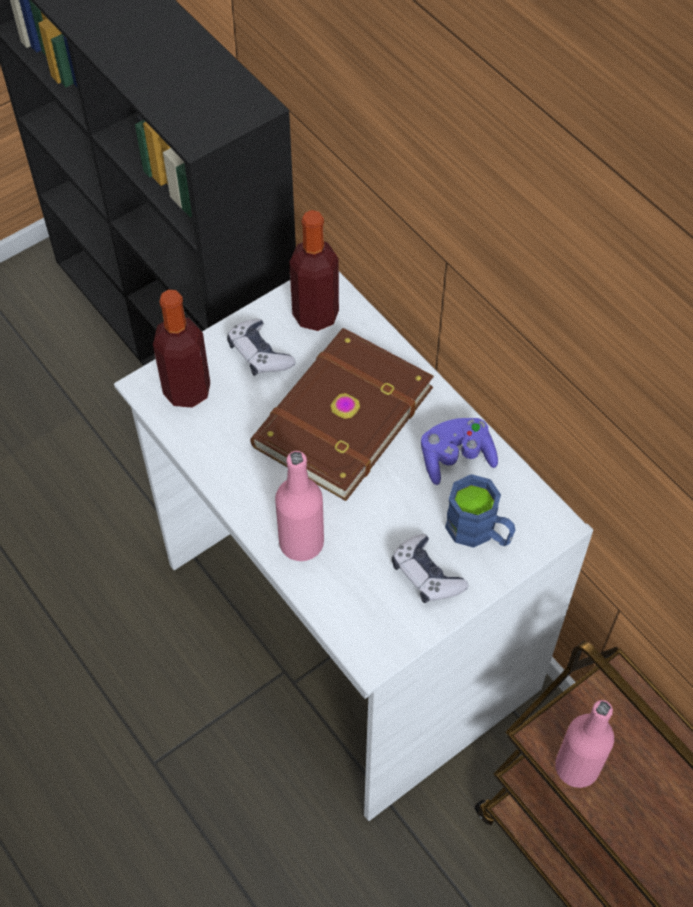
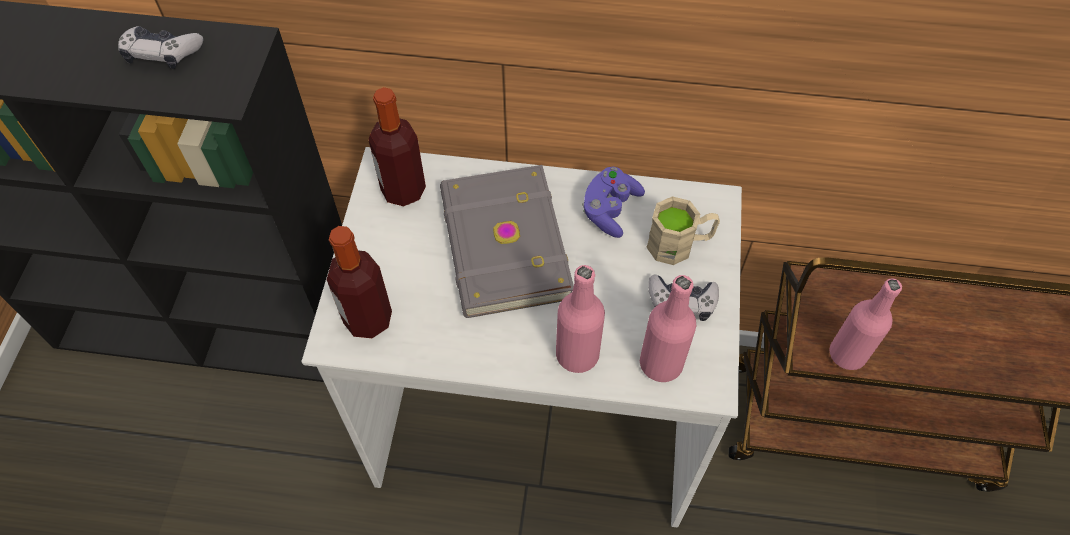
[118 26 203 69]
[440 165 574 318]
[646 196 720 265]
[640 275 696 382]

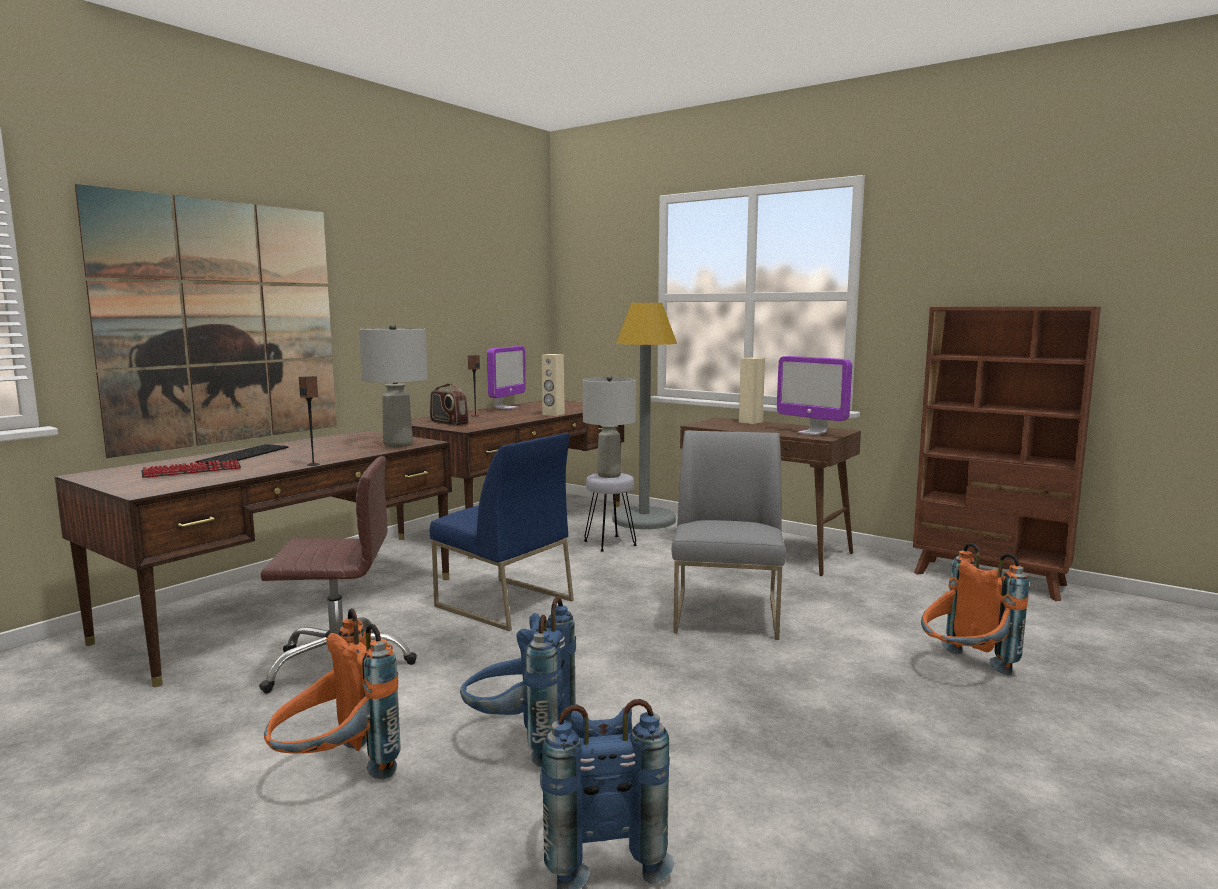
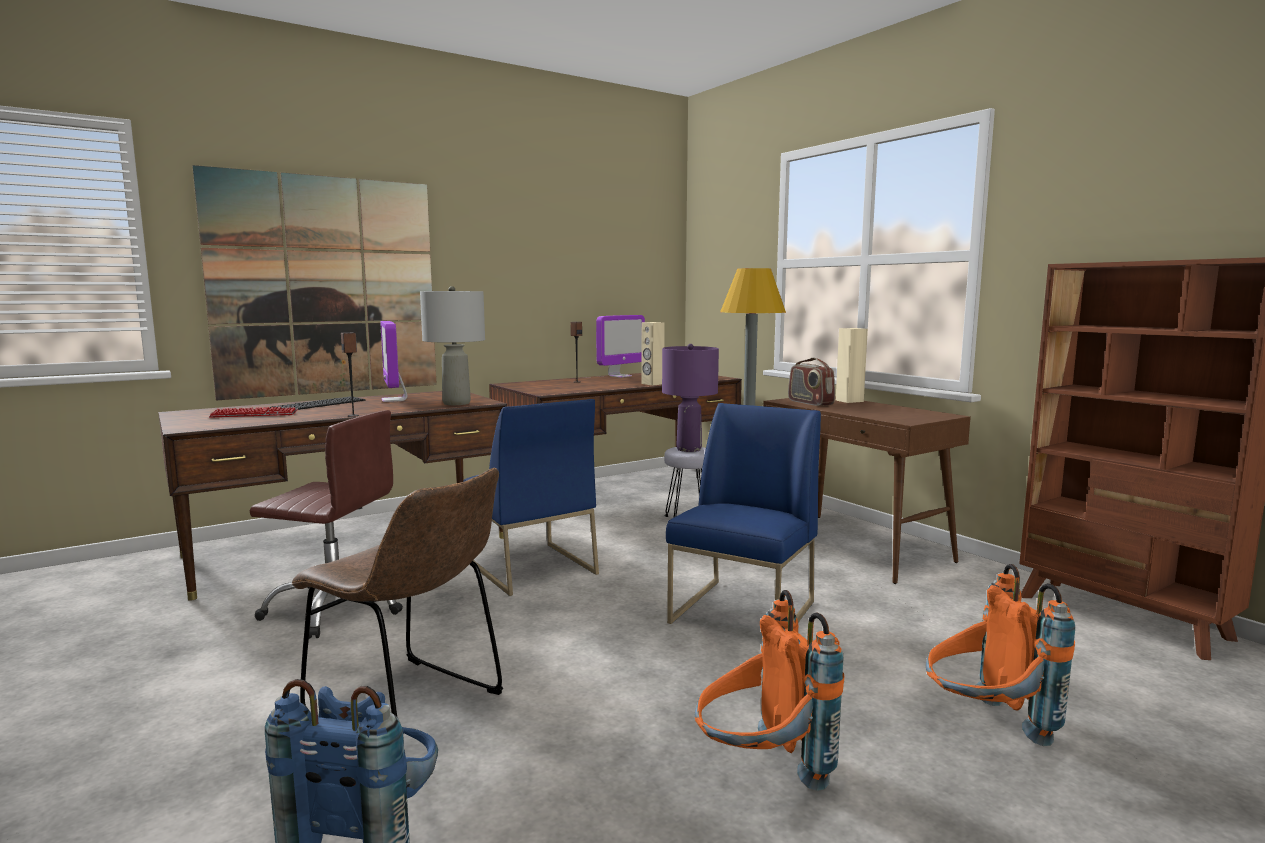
[380 321 407 402]
[662 344 719 452]
[788 358 835 406]
[666 403 821 624]
[292 468 503 716]
[695 590 844 791]

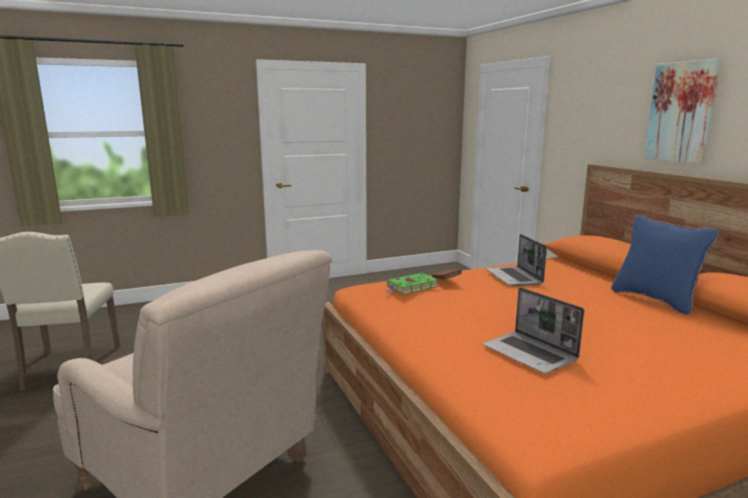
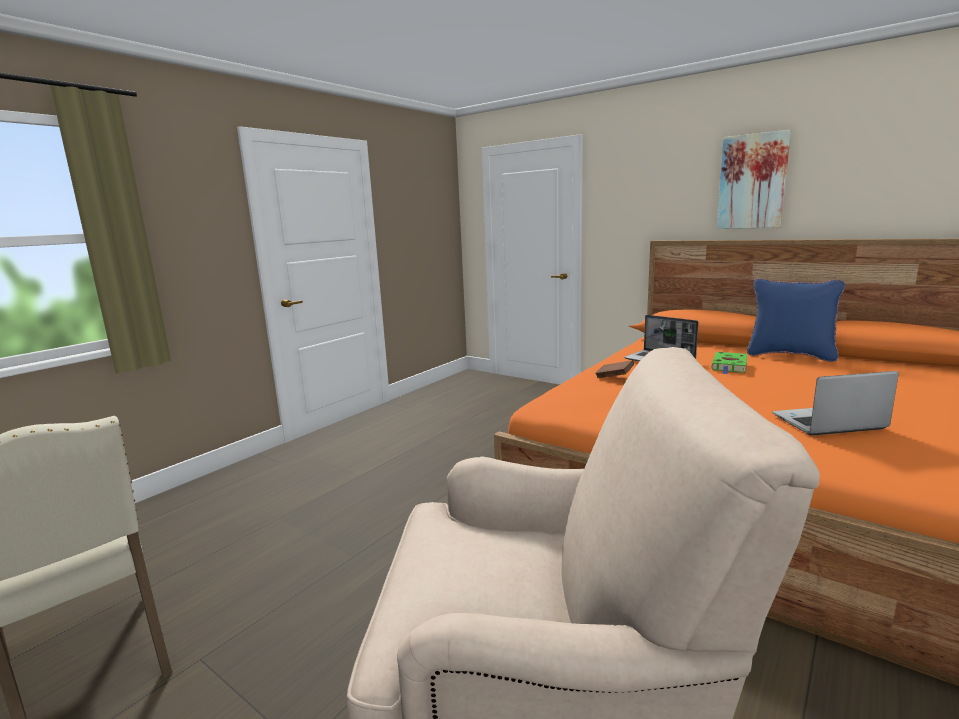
[711 352 747 374]
[773 371 899 435]

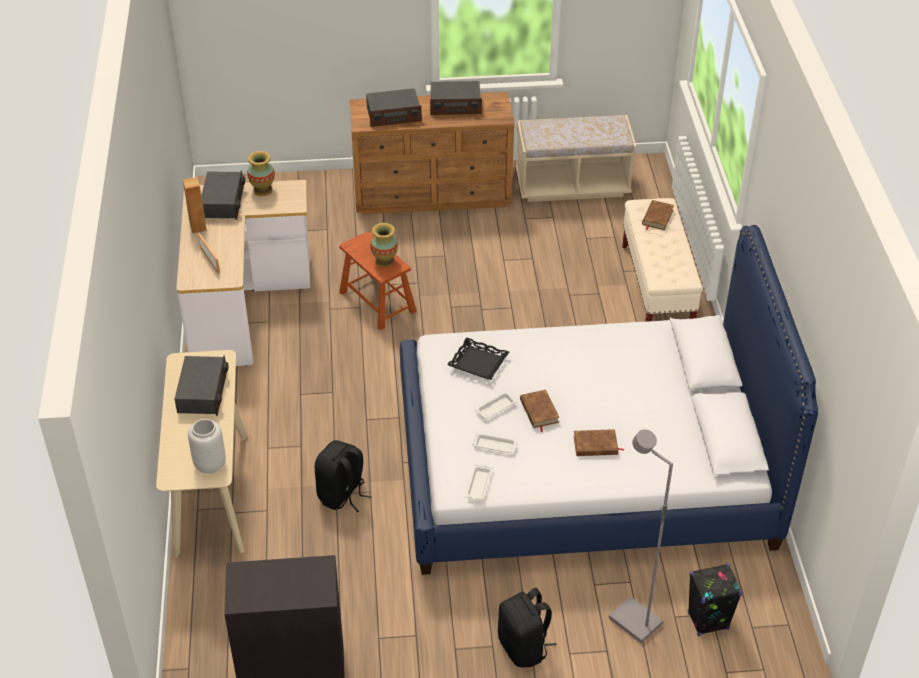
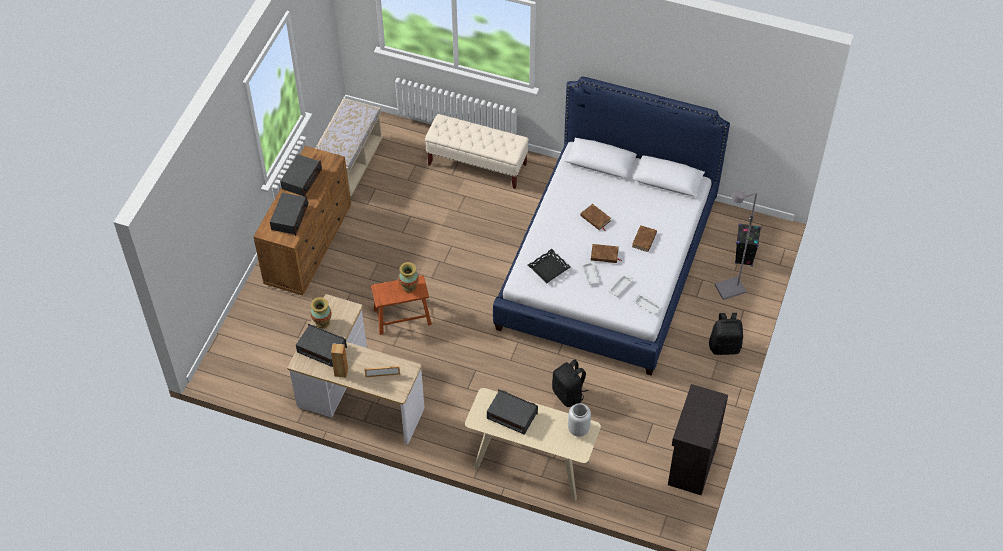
[580 204 611 231]

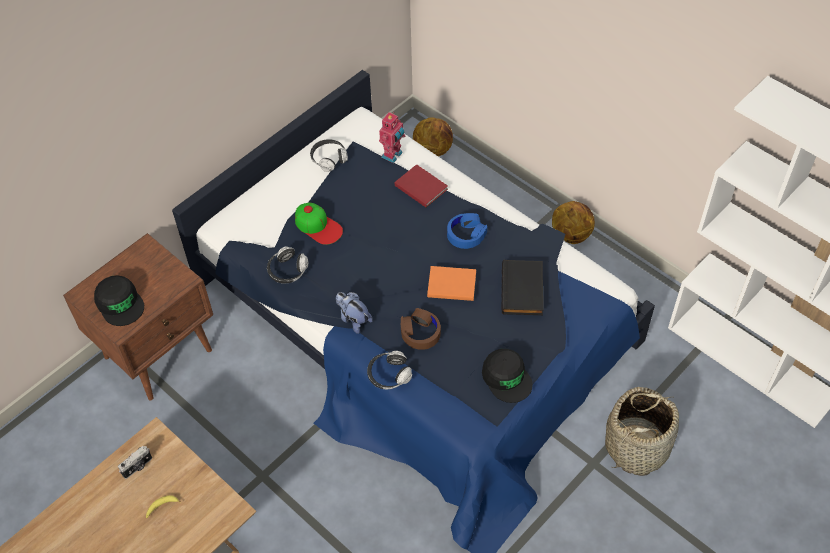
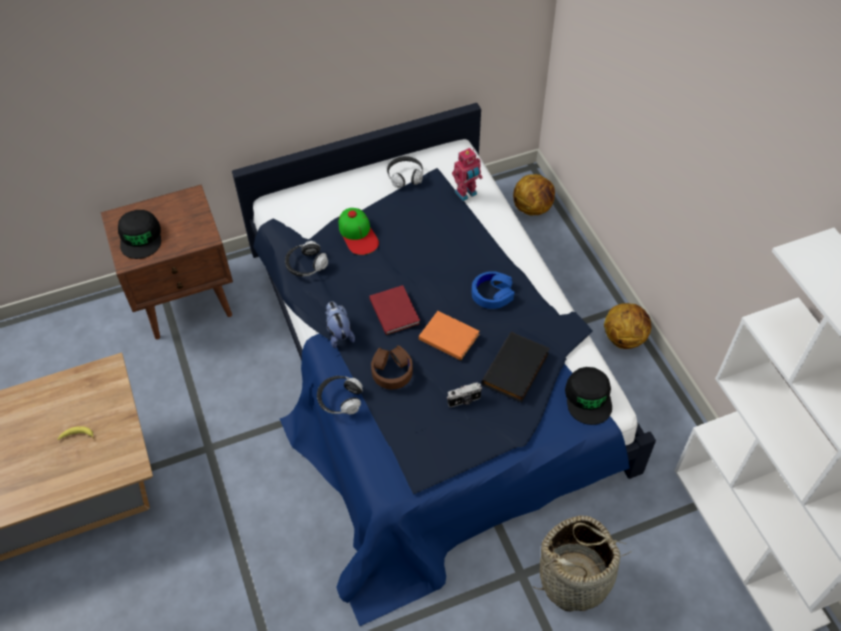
[369 285 420 335]
[565 367 612 425]
[447 382 482 407]

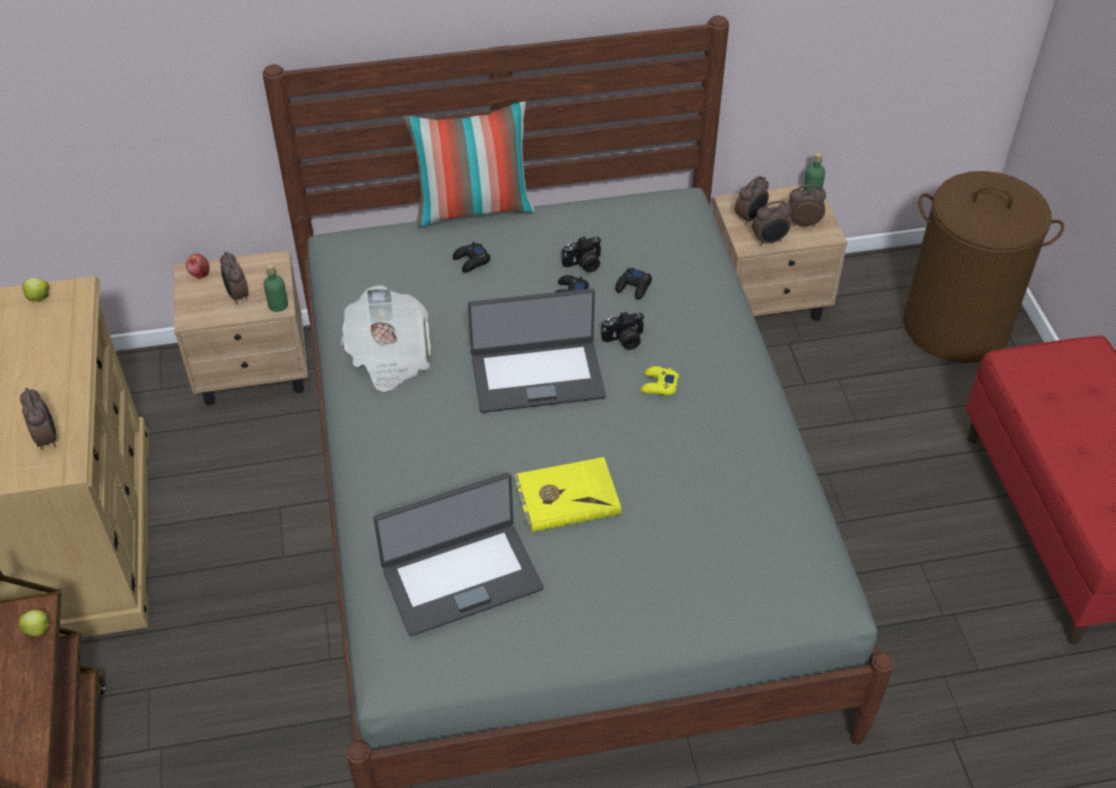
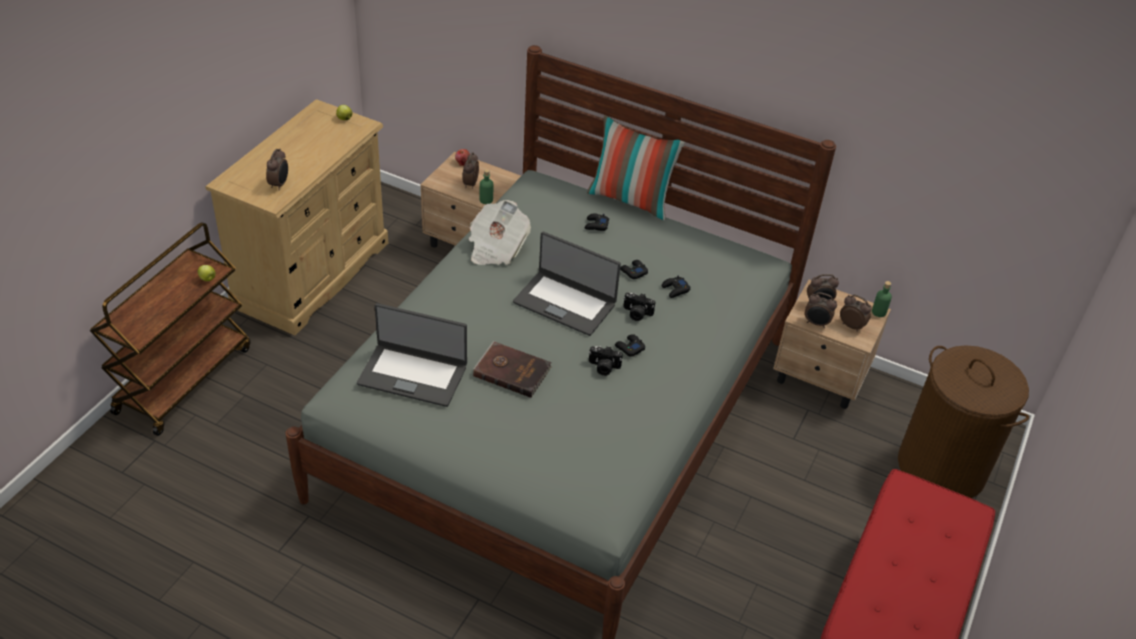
[589 346 623 376]
[615 334 645 357]
[473 341 552 398]

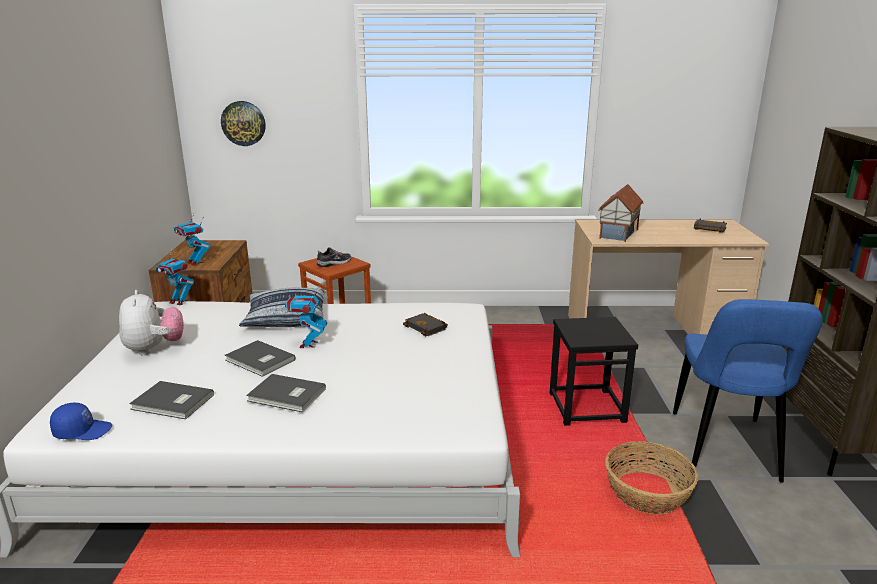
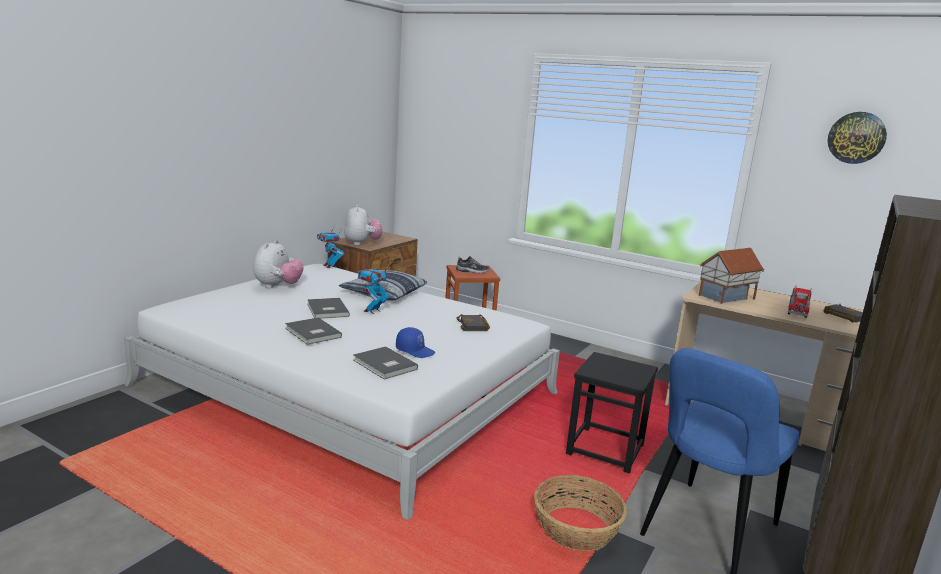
[828 112 887 164]
[344 204 382 245]
[353 346 418 380]
[396 327 436 358]
[788 285 812 318]

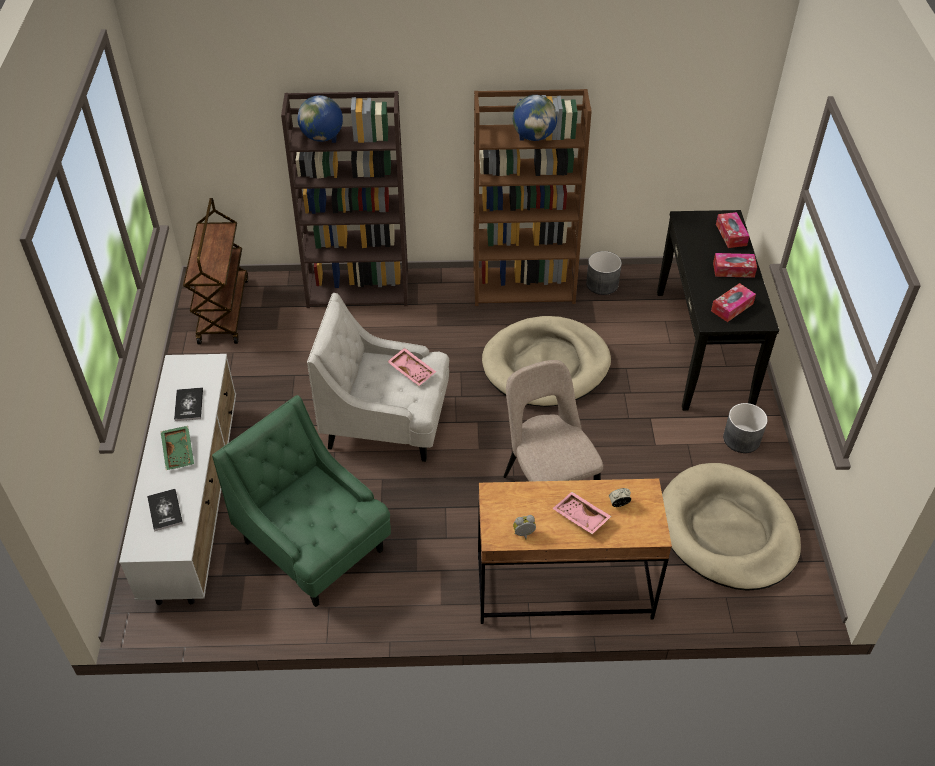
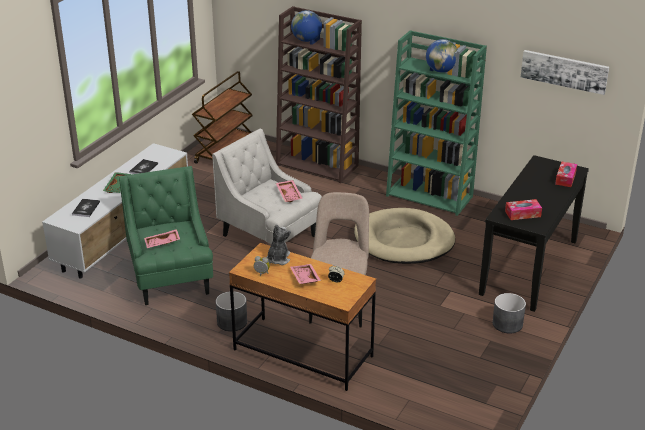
[386 30 487 216]
[216 291 247 332]
[713 253 757 278] (first image)
[662 463 801 591] (first image)
[521 50 609 95]
[266 224 291 265]
[144 229 180 248]

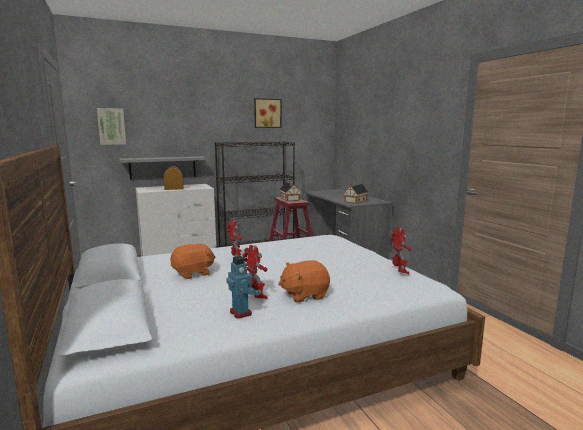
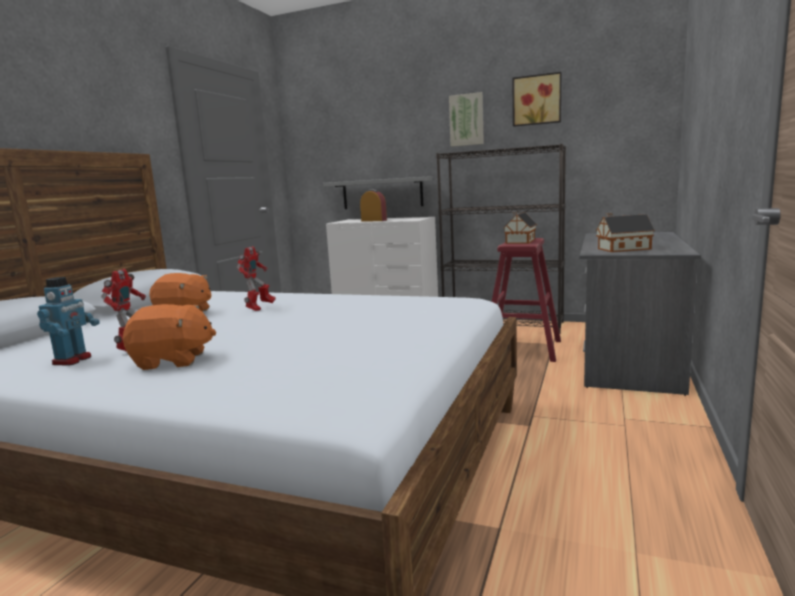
[449 92 484 147]
[389 227 411 274] (first image)
[123 304 216 370]

